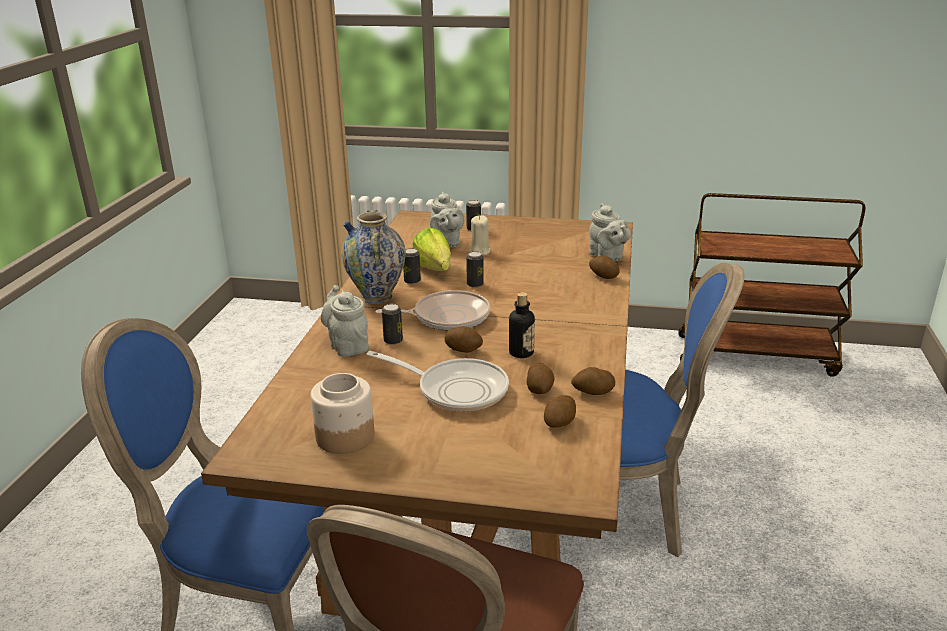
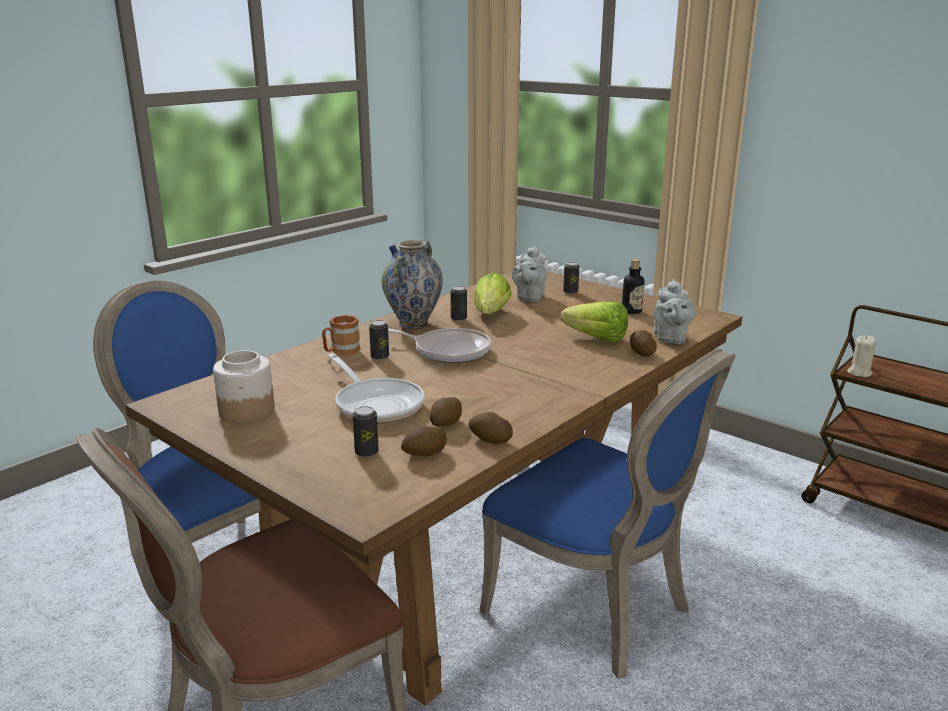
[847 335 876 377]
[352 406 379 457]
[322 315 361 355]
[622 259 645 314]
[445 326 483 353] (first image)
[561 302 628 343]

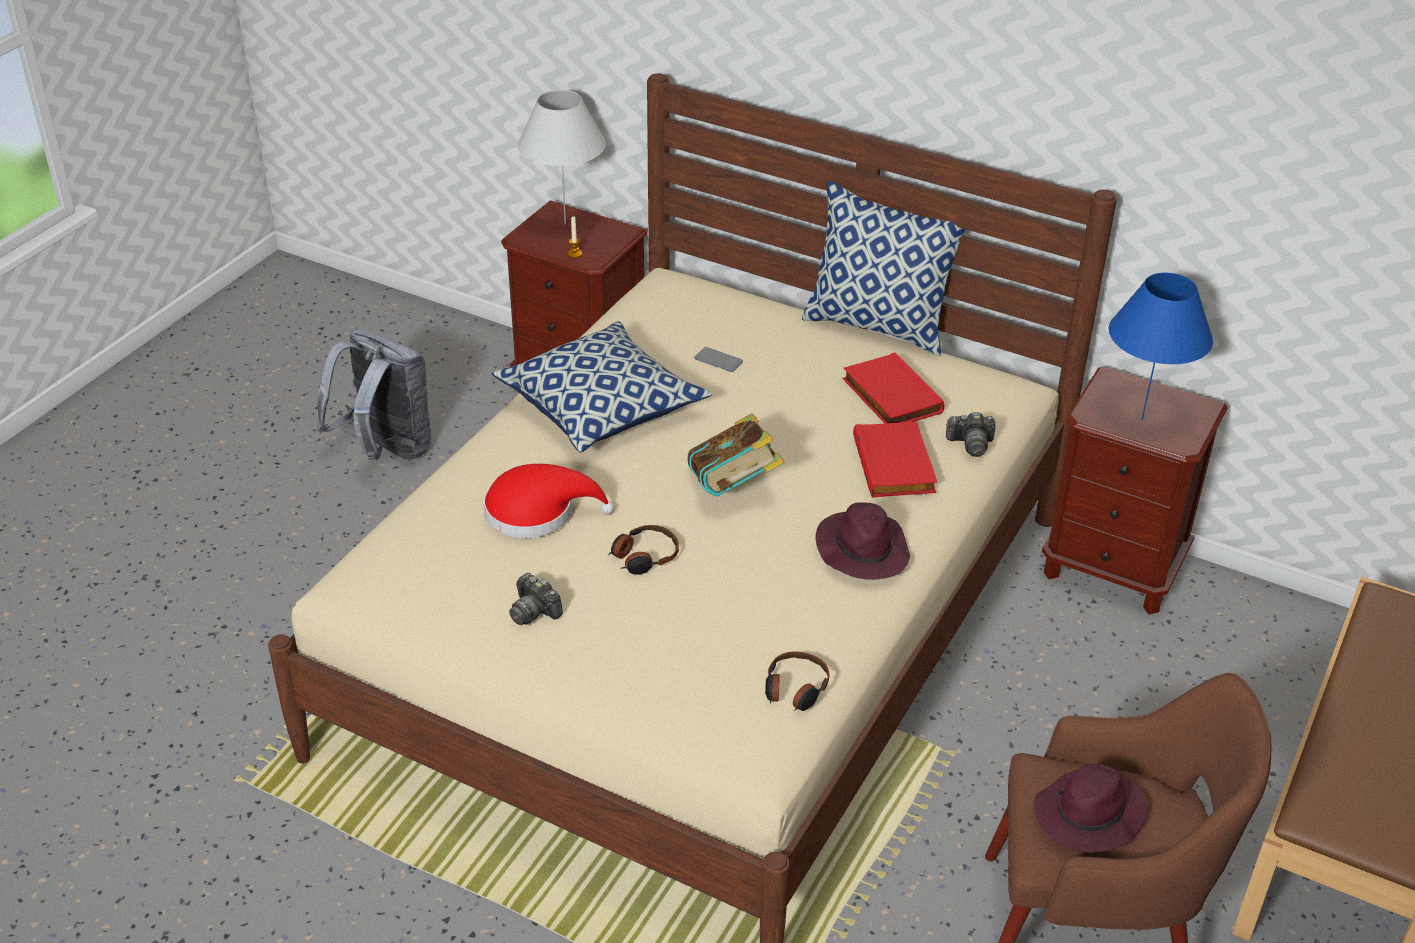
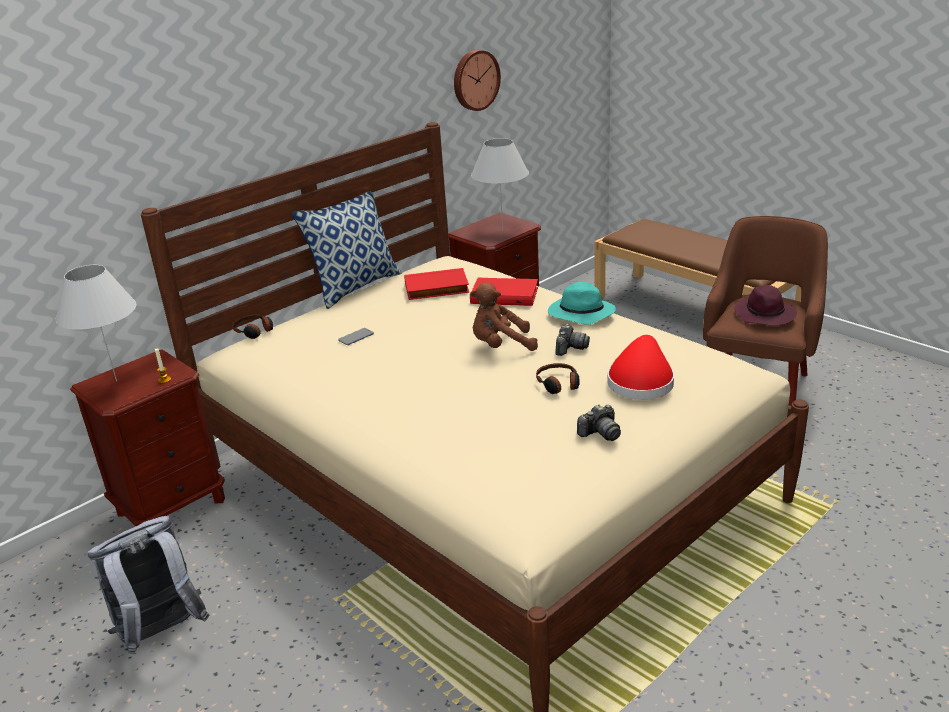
[471 138 529 231]
[492 321 712 453] (first image)
[555 323 590 356]
[470 282 538 351]
[608 335 674 400]
[548 282 616 325]
[232 315 273 339]
[454 50 501 111]

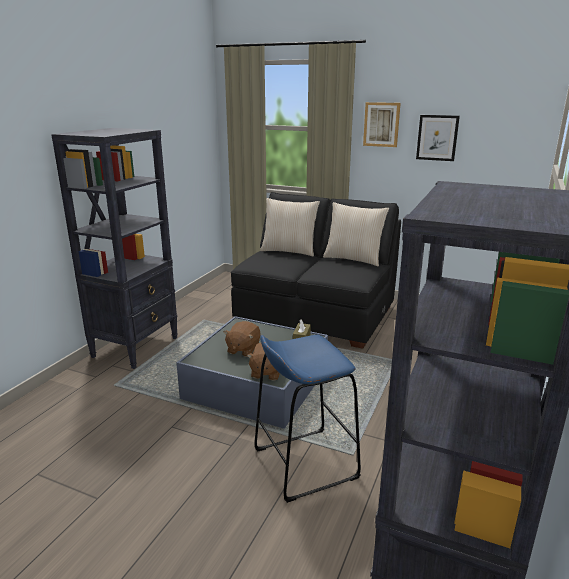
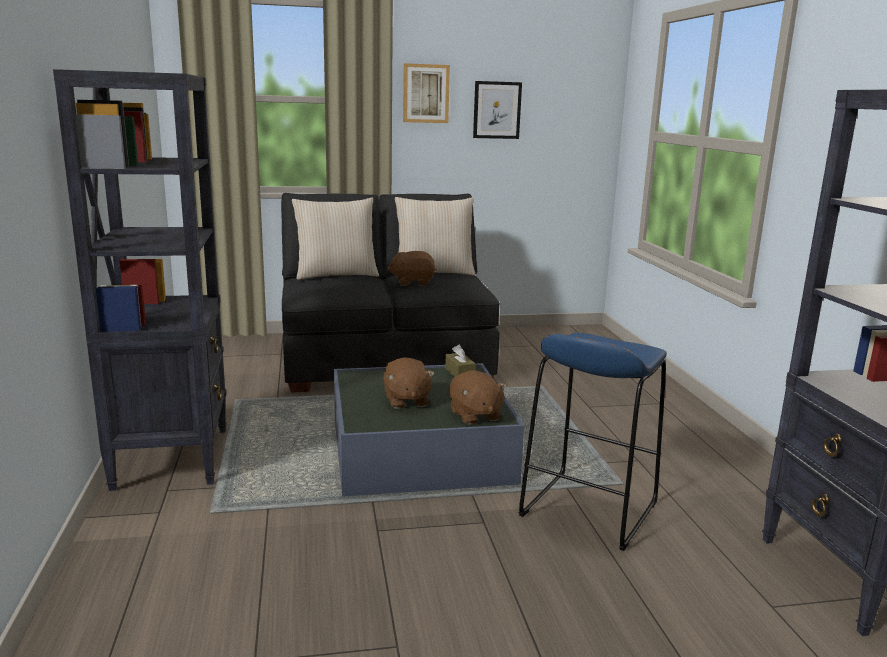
[387 251 436 286]

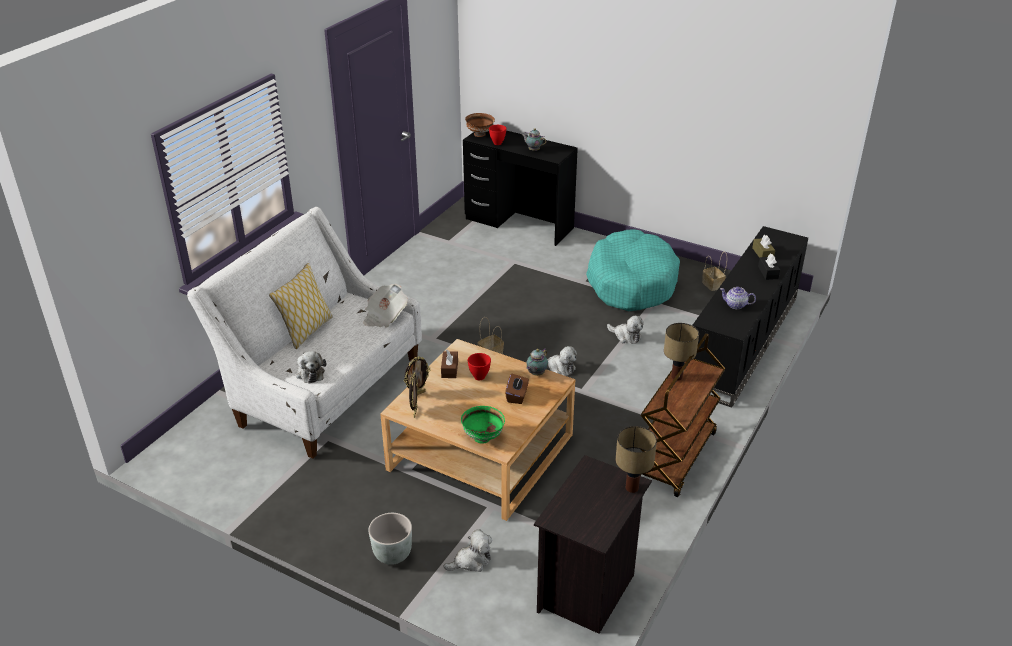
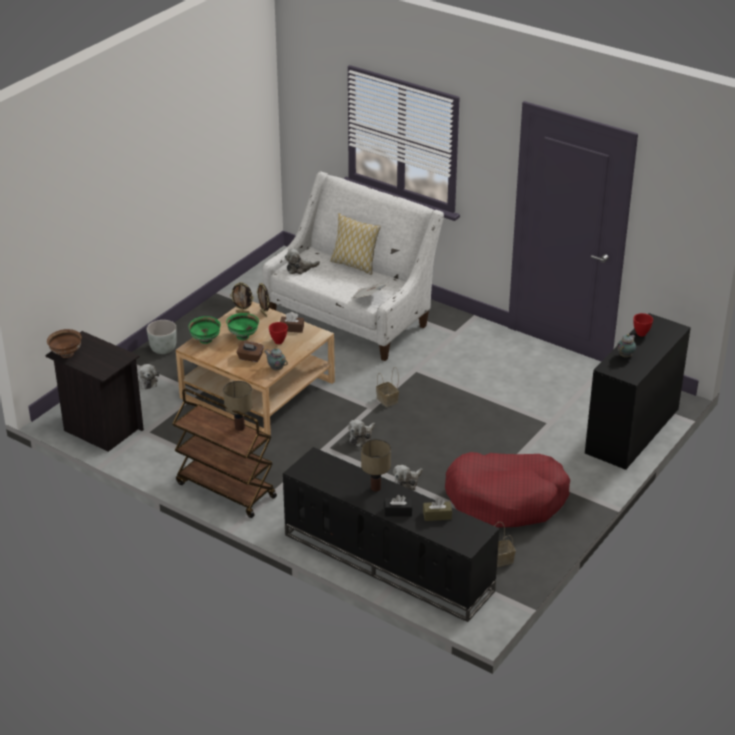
[47 329 82 358]
[445 452 570 527]
[720 287 756 309] (first image)
[361 439 391 491]
[226 313 259 340]

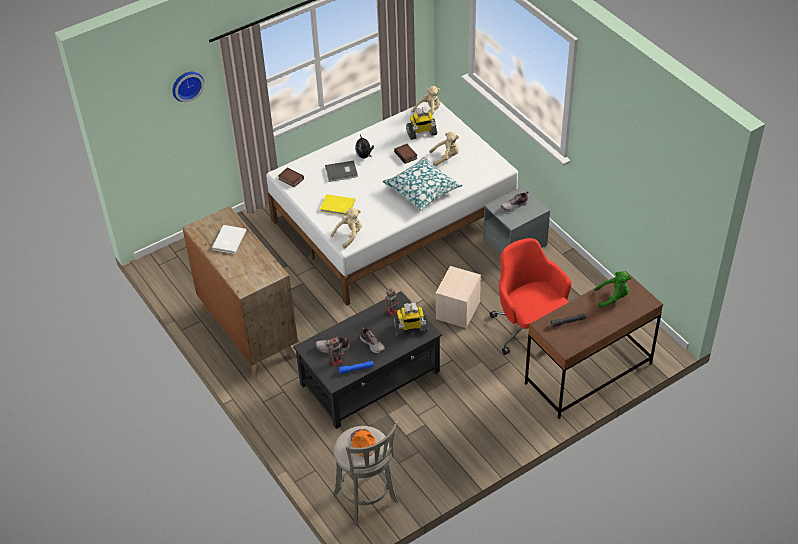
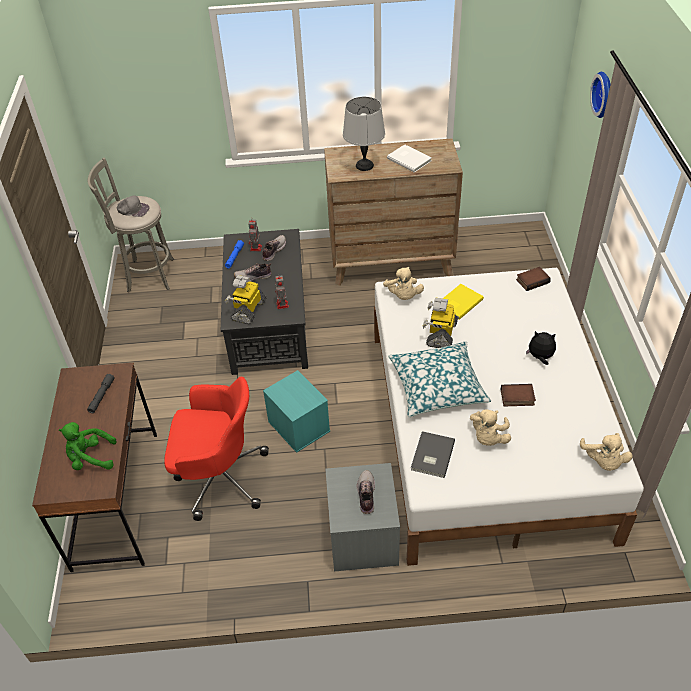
[423 298 458 348]
[411 431 455 478]
[263 370 330 453]
[59 422 117 470]
[117 195 149 217]
[343 97 385 171]

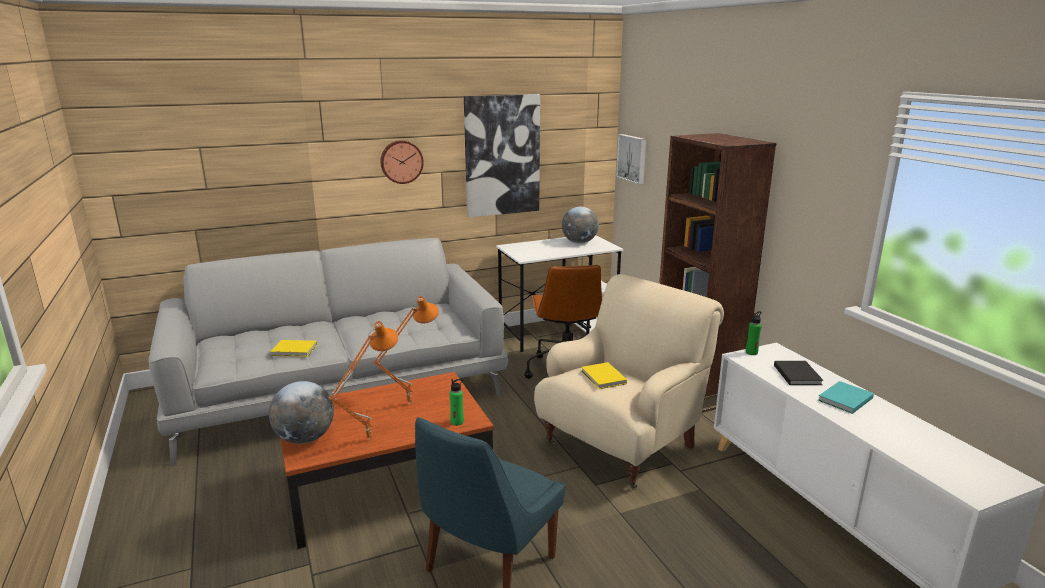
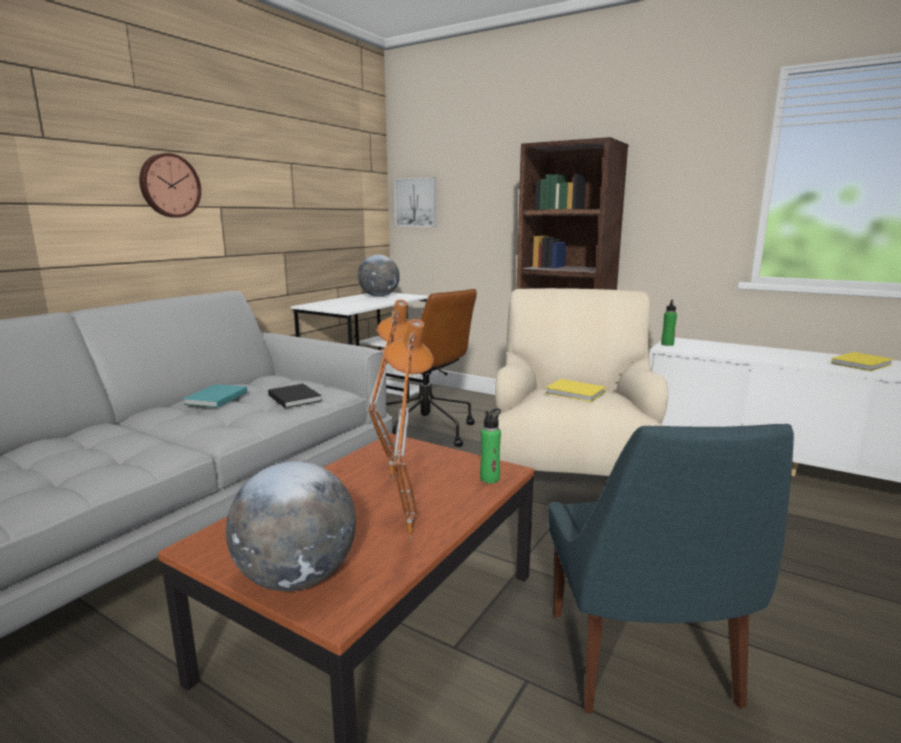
[464 94 540 218] (first image)
[831 352 893 371]
[268 384 322 408]
[183 384 247 408]

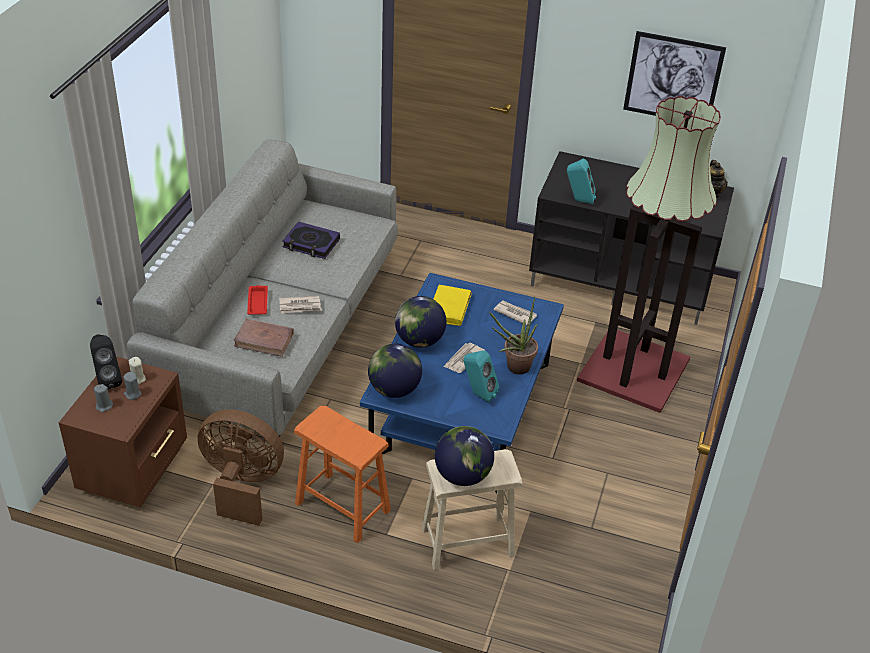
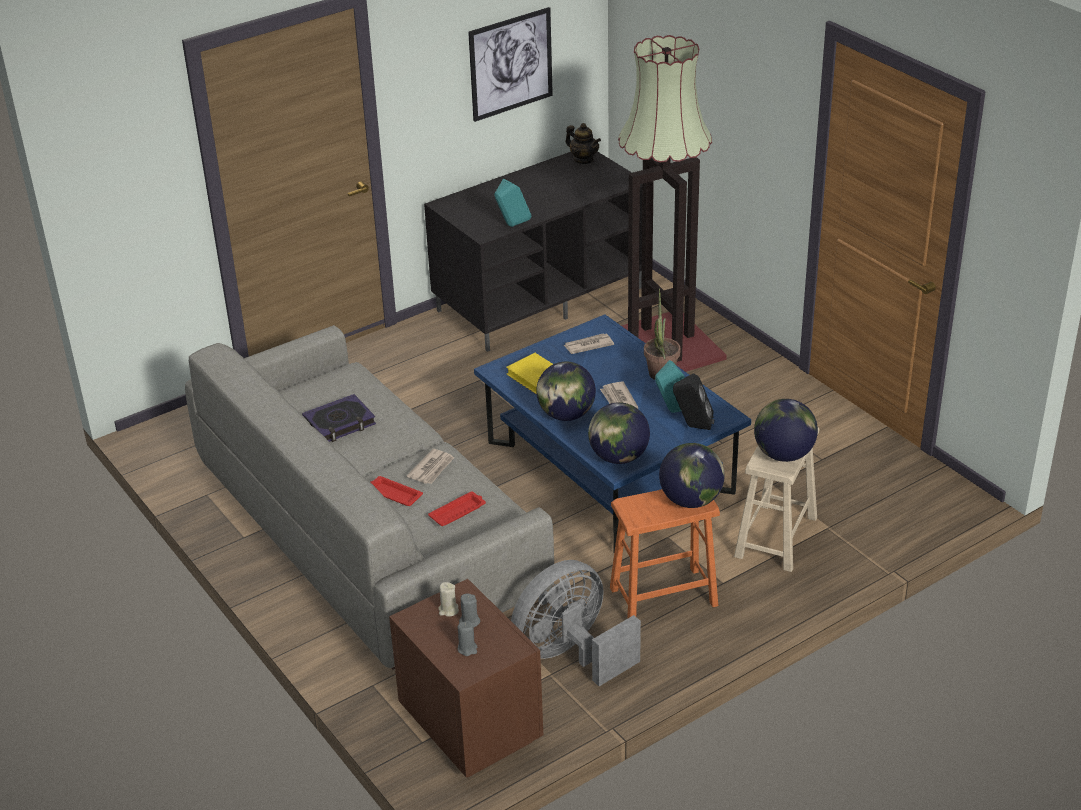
[428 492 486 526]
[673 374 714 430]
[511 560 641 686]
[659 443 725 508]

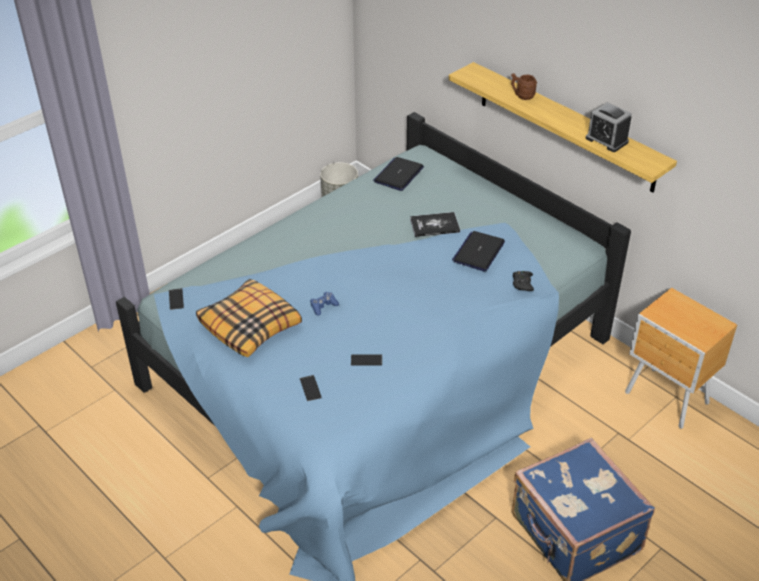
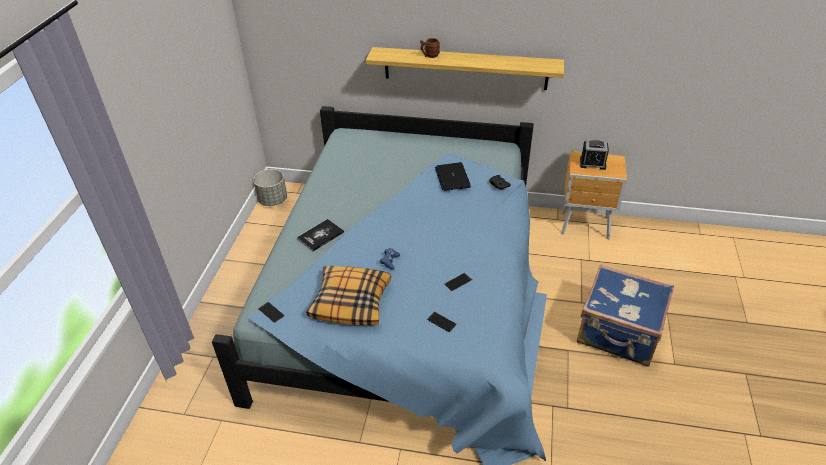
[580 139 609 170]
[373 157 424 191] (first image)
[297 219 344 252]

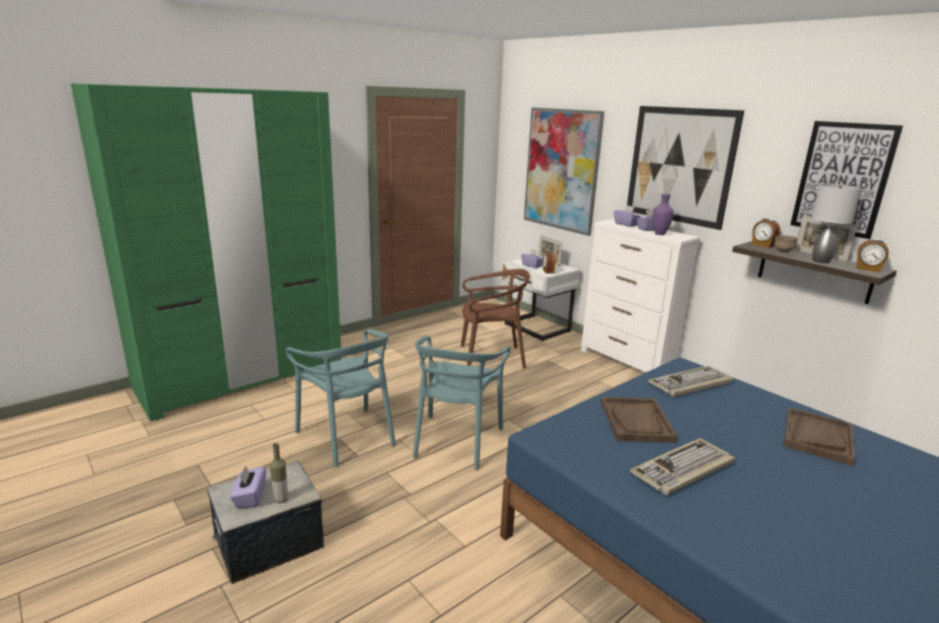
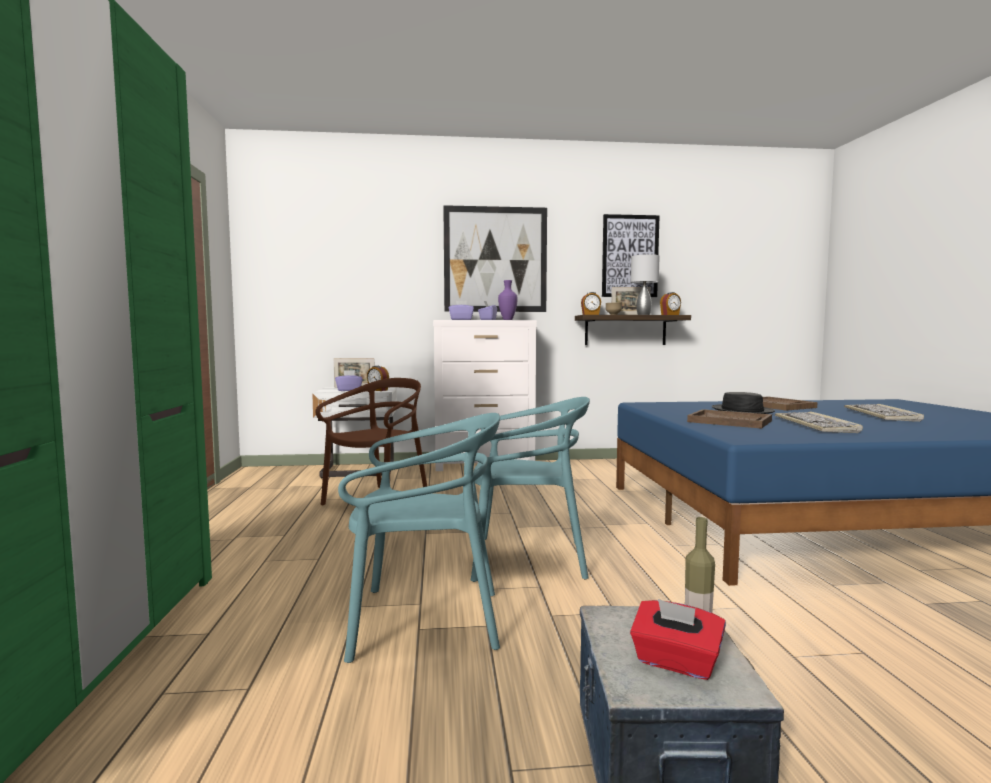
[524 107 605 236] (first image)
[471 397 590 582]
[844 404 924 422]
[630 599 726 680]
[712 392 775 414]

